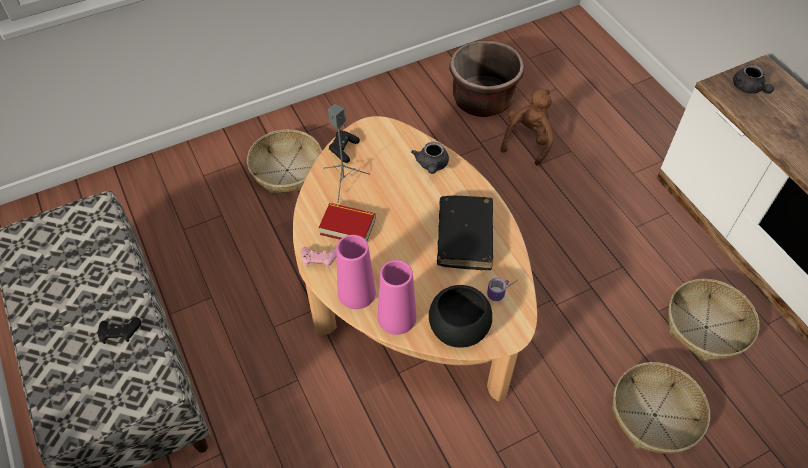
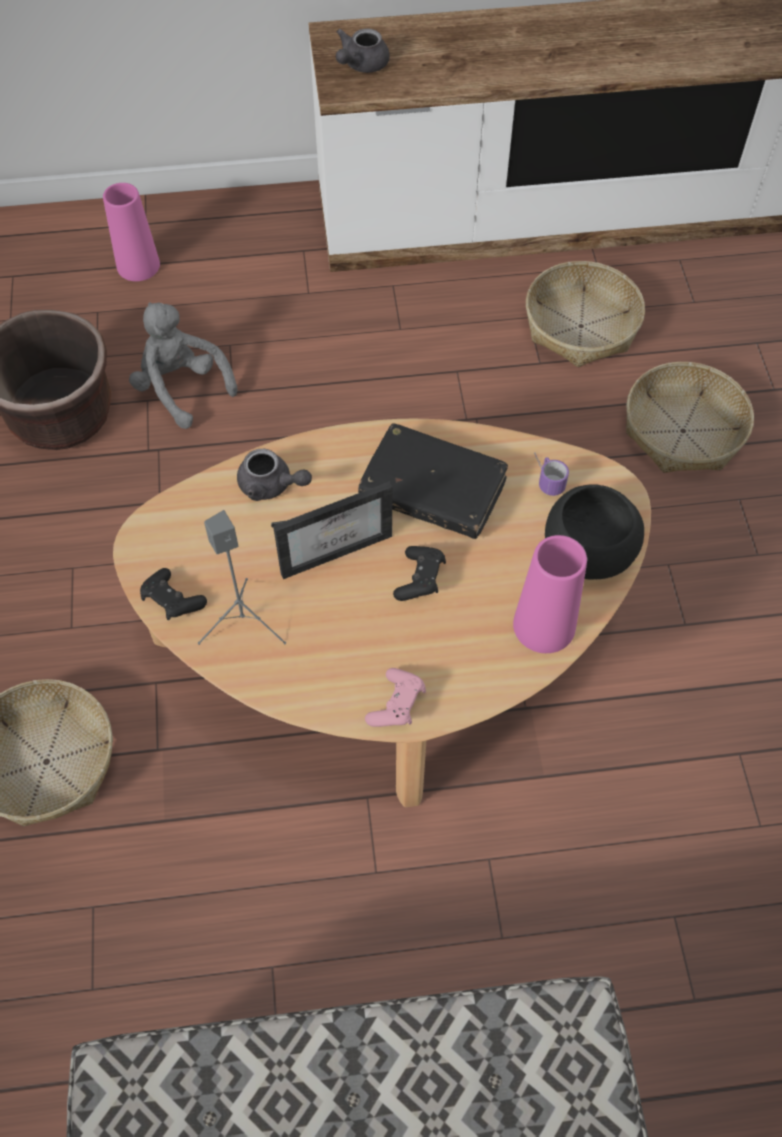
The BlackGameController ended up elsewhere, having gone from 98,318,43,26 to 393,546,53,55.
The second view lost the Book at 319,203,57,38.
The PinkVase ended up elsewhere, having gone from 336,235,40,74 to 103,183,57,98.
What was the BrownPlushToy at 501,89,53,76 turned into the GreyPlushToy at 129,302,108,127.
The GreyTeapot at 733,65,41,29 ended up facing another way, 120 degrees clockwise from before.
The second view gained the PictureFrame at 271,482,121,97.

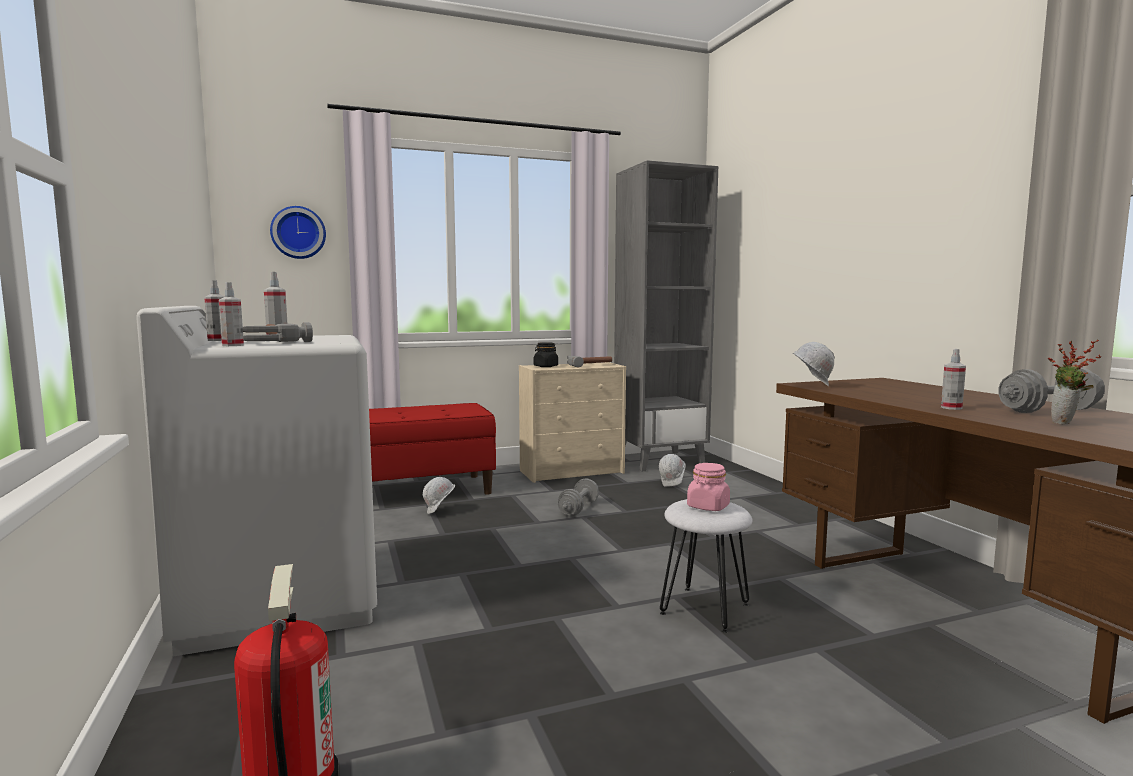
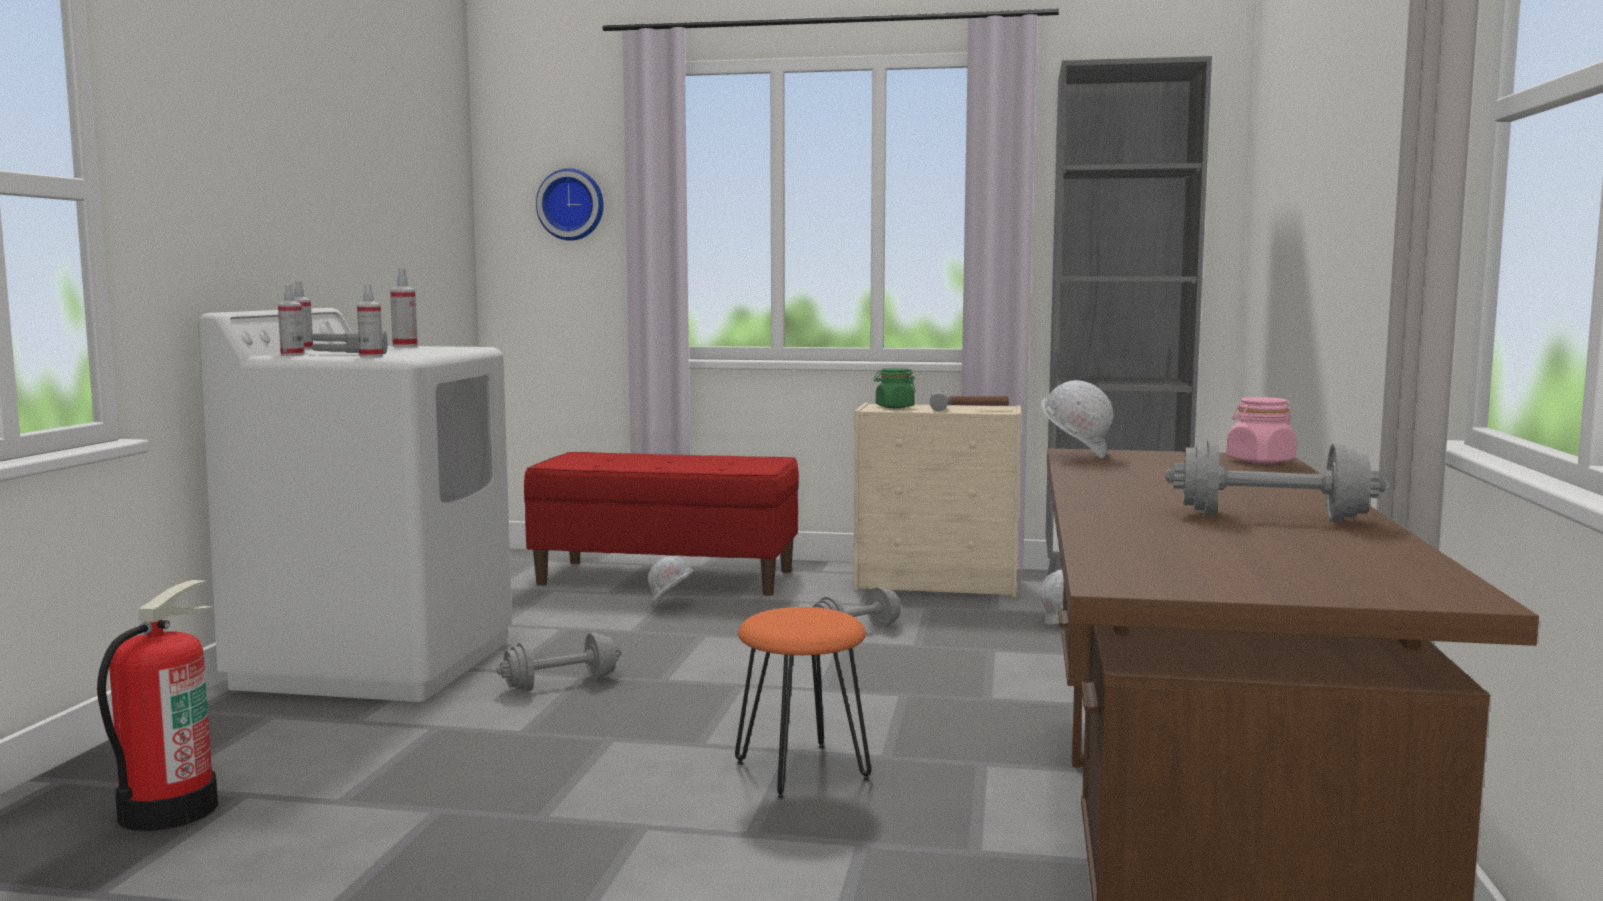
What was the BlackJar at 534,342,24,25 turned into the GreenJar at 874,368,42,40.
What was the WhiteStool at 660,499,92,134 turned into the OrangeStool at 735,607,136,193.
The PinkJar ended up elsewhere, having gone from 687,463,43,48 to 1226,397,71,67.
The SprayBottle ended up elsewhere, having gone from 941,349,25,61 to 357,285,26,72.
The second view lost the PottedPlant at 1048,340,54,84.
The second view gained the GreyDumbbell at 496,632,125,59.

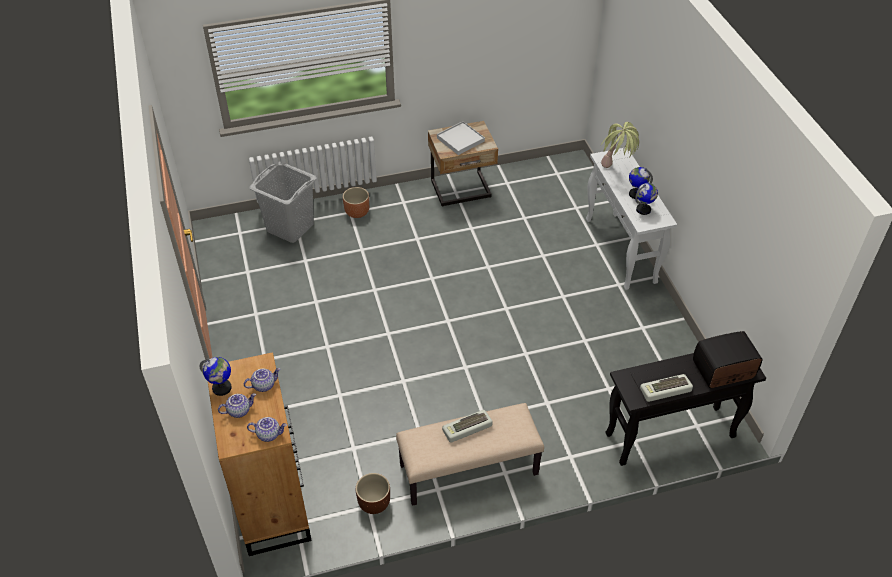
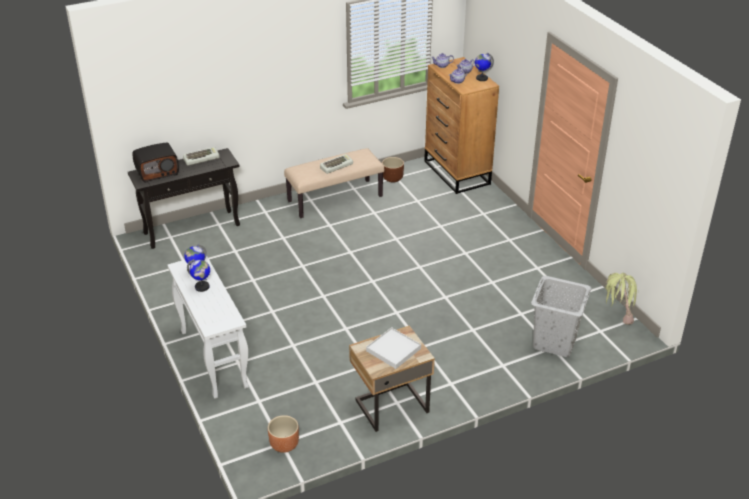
The BrownPlanter ended up elsewhere, having gone from 343,187,26,31 to 268,415,31,38.
The PottedPlant ended up elsewhere, having gone from 601,122,38,46 to 605,273,34,52.

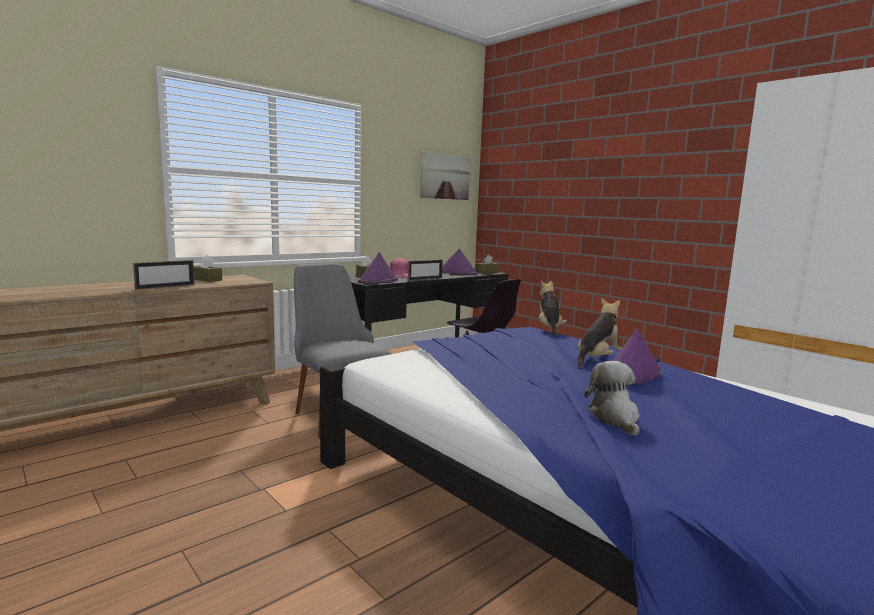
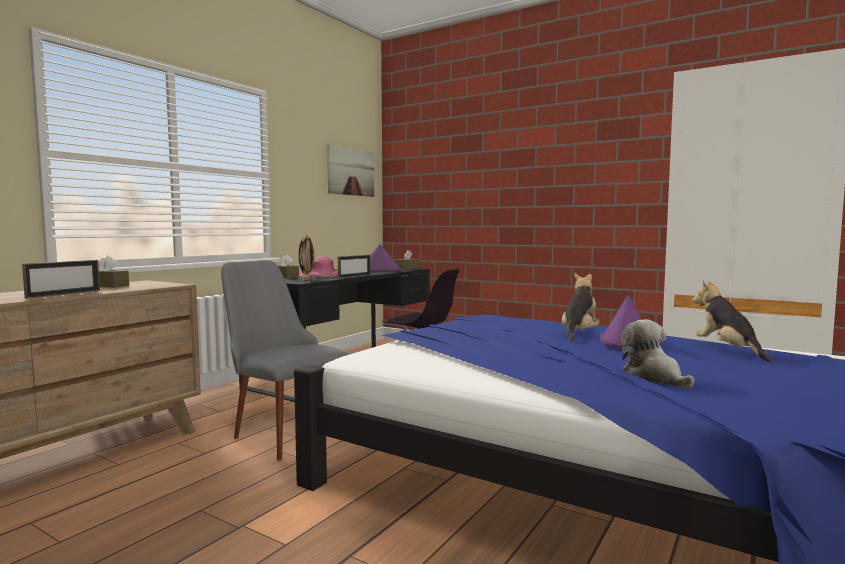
Where the PurpleHat stood at 358,252,40,31, the PictureFrame came to stand at 299,235,16,46.
The PlushToy ended up elsewhere, having gone from 539,280,28,58 to 692,280,81,82.

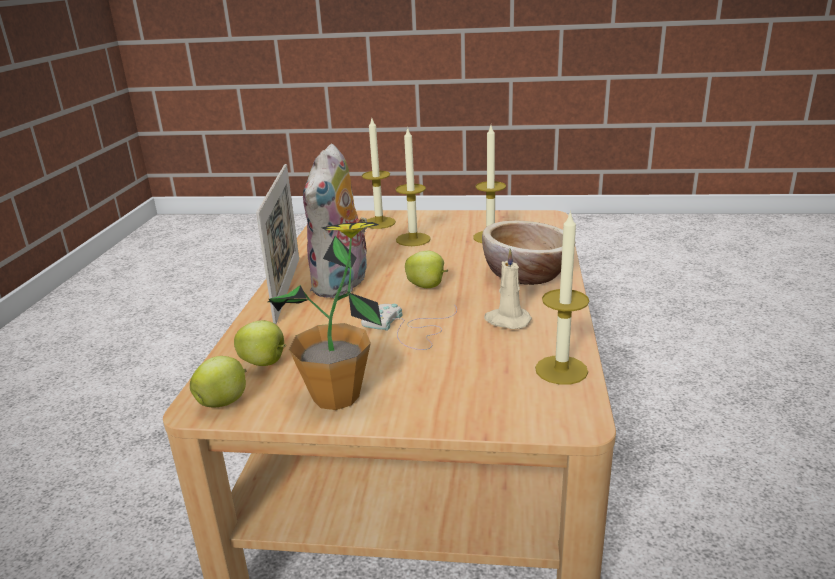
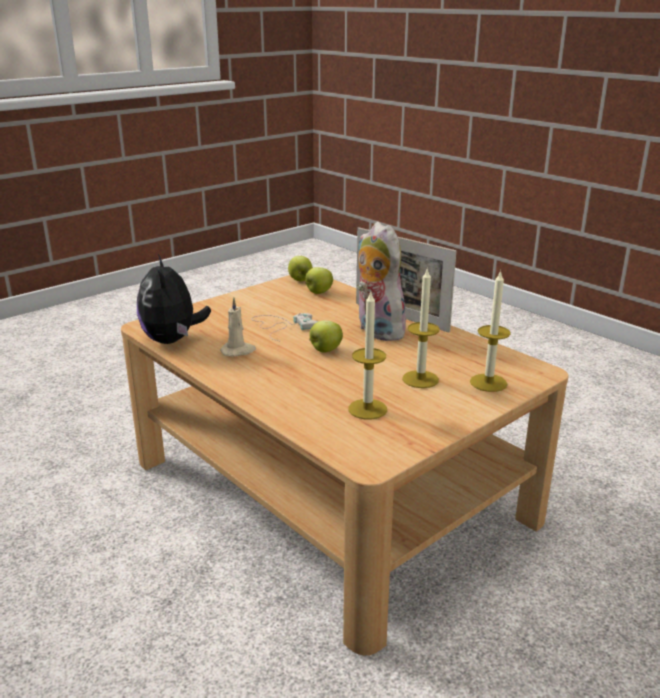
The second view lost the PottedPlant at 268,222,114,188.
The second view lost the Bowl at 482,221,81,64.
Where the Candle stood at 535,210,54,175, the PlushToy came to stand at 137,254,74,90.

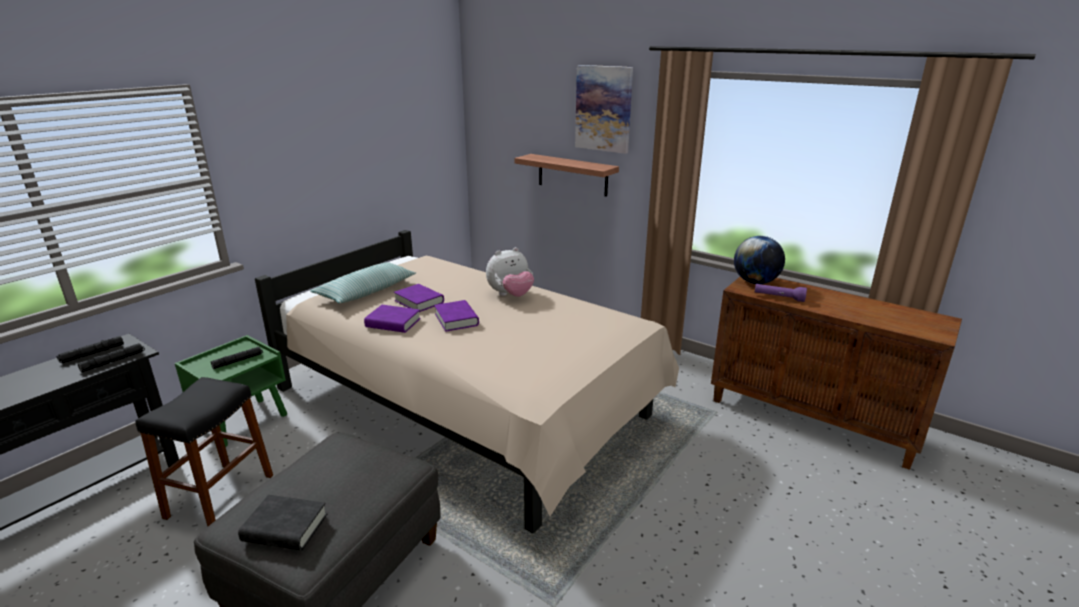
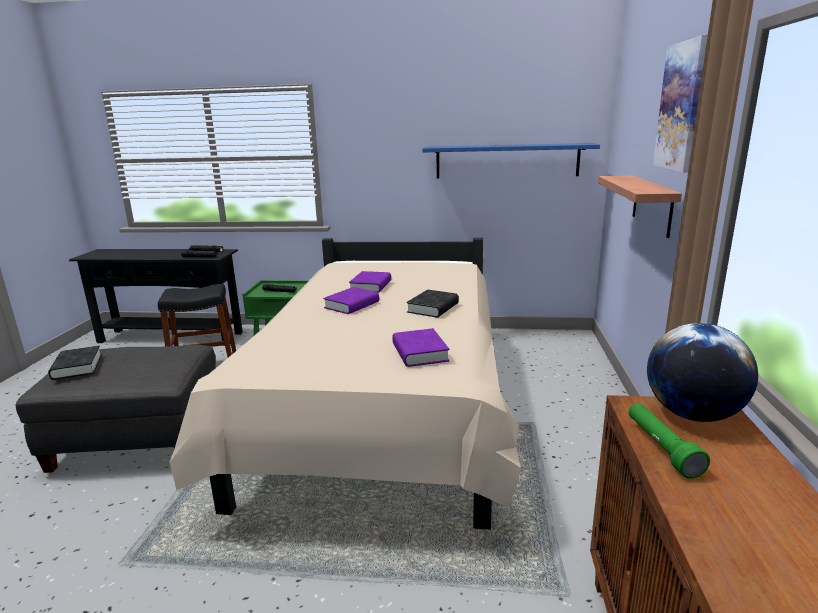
The second view lost the Pillow at 310,262,106,41.
The PurpleBook ended up elsewhere, having gone from 364,305,57,28 to 392,328,57,39.
Where the PlushToy stood at 486,247,48,50, the BlackBook came to stand at 407,289,52,28.
What was the PurpleFlashlight at 755,284,52,18 turned into the GreenFlashlight at 628,403,82,76.
The second view gained the BlueShelf at 422,143,178,35.

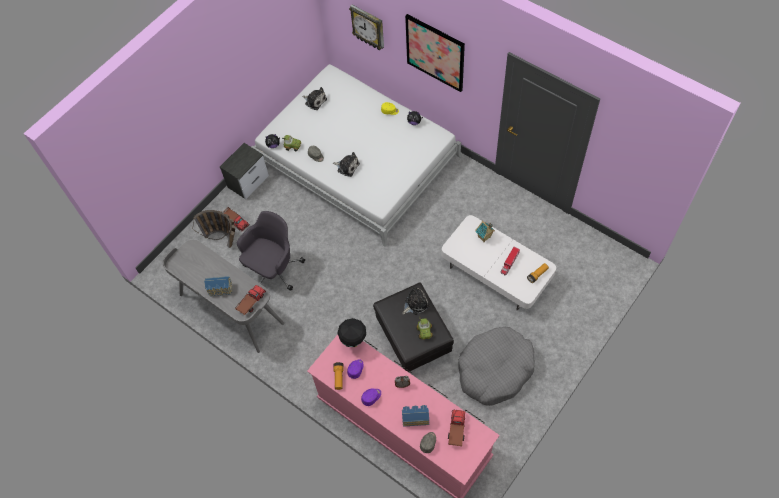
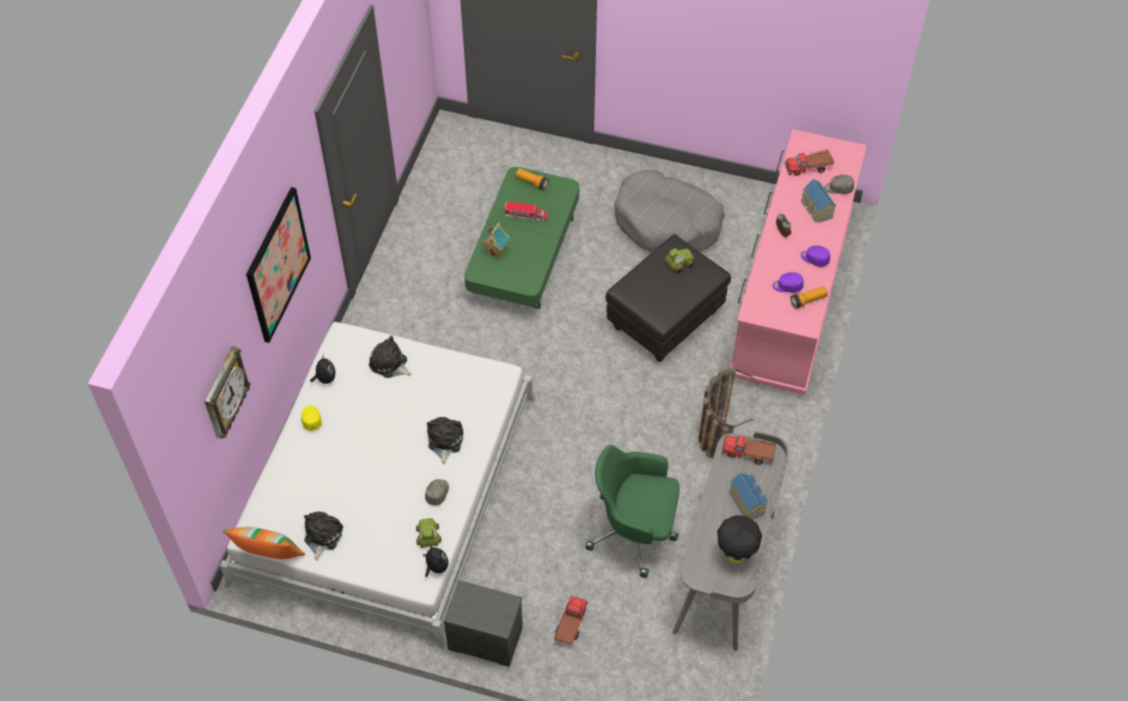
The Basket ended up elsewhere, having gone from 192,210,43,38 to 698,367,60,91.
What was the GreyOfficeChair at 237,211,68,80 turned into the GreenOfficeChair at 585,445,95,133.
The BlackTableLamp ended up elsewhere, having gone from 337,318,29,29 to 717,515,45,49.
The PlushToy ended up elsewhere, having gone from 402,287,28,28 to 369,336,43,42.
What was the WhiteCoffeeTable at 442,215,114,96 turned into the GreenCoffeeTable at 464,167,115,142.
The second view gained the Pillow at 222,527,83,32.

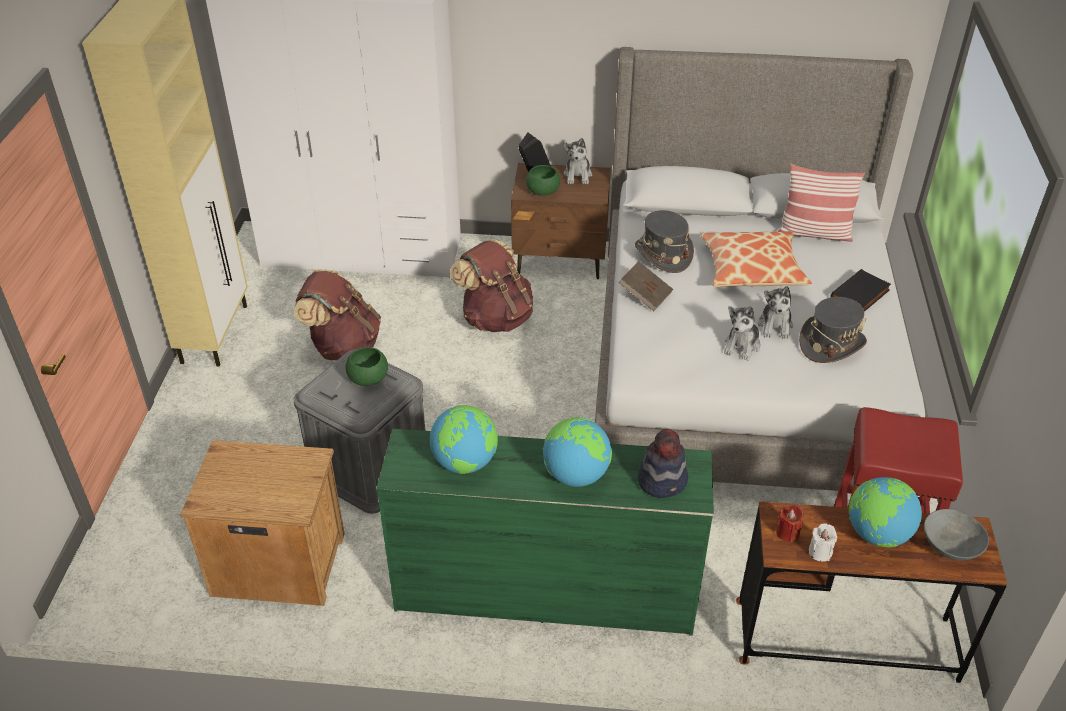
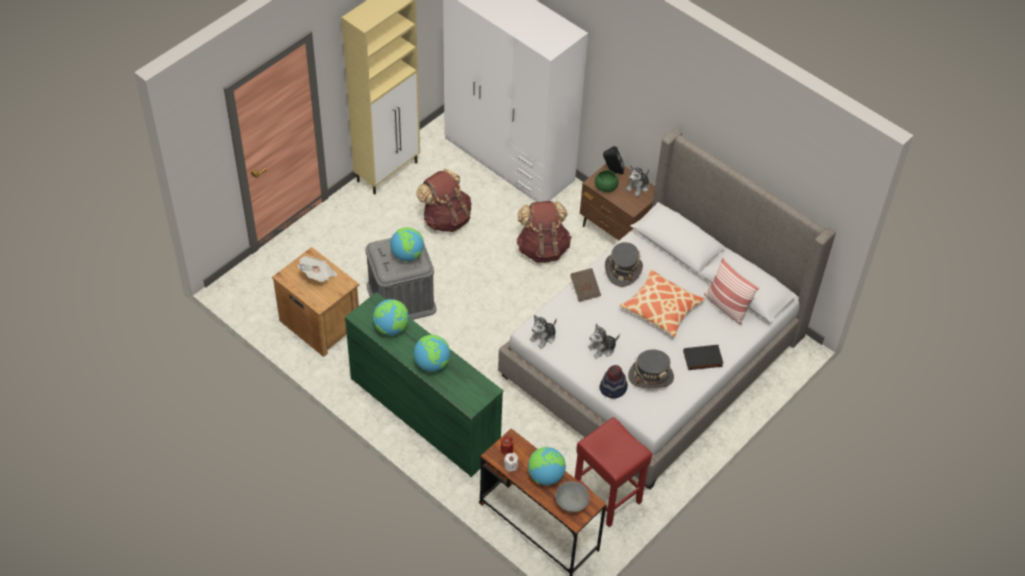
Where the GreenBowl stood at 346,347,42,39, the Globe came to stand at 390,227,34,34.
The Hat ended up elsewhere, having gone from 638,429,50,69 to 600,365,28,34.
The PlushToy ended up elsewhere, having gone from 758,286,35,53 to 530,315,27,34.
The second view gained the Newspaper at 298,256,39,26.

